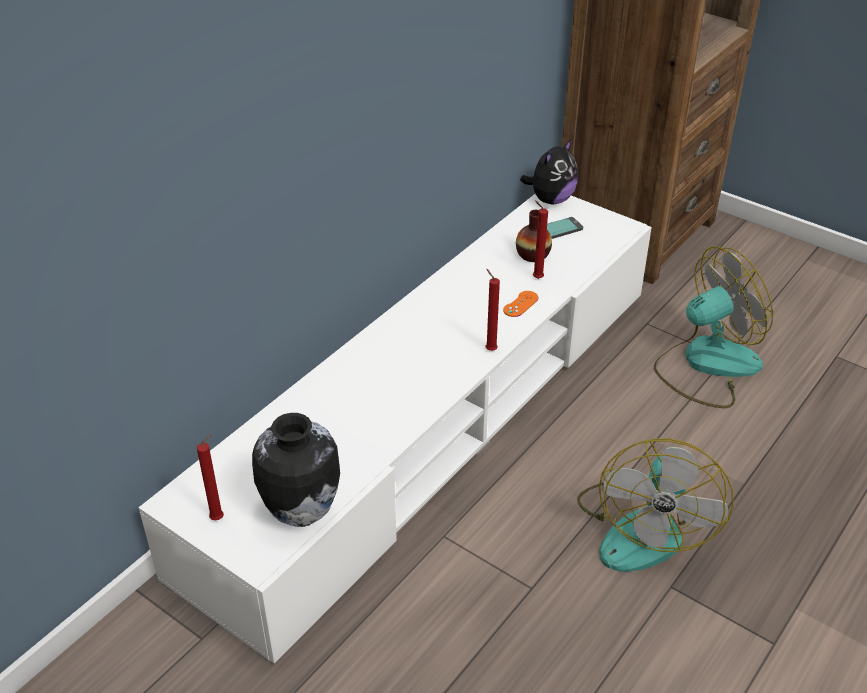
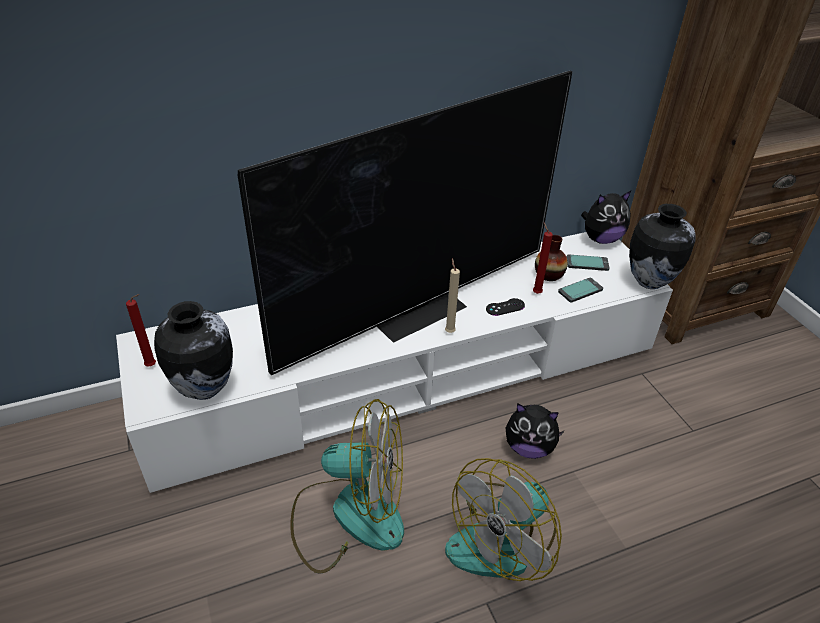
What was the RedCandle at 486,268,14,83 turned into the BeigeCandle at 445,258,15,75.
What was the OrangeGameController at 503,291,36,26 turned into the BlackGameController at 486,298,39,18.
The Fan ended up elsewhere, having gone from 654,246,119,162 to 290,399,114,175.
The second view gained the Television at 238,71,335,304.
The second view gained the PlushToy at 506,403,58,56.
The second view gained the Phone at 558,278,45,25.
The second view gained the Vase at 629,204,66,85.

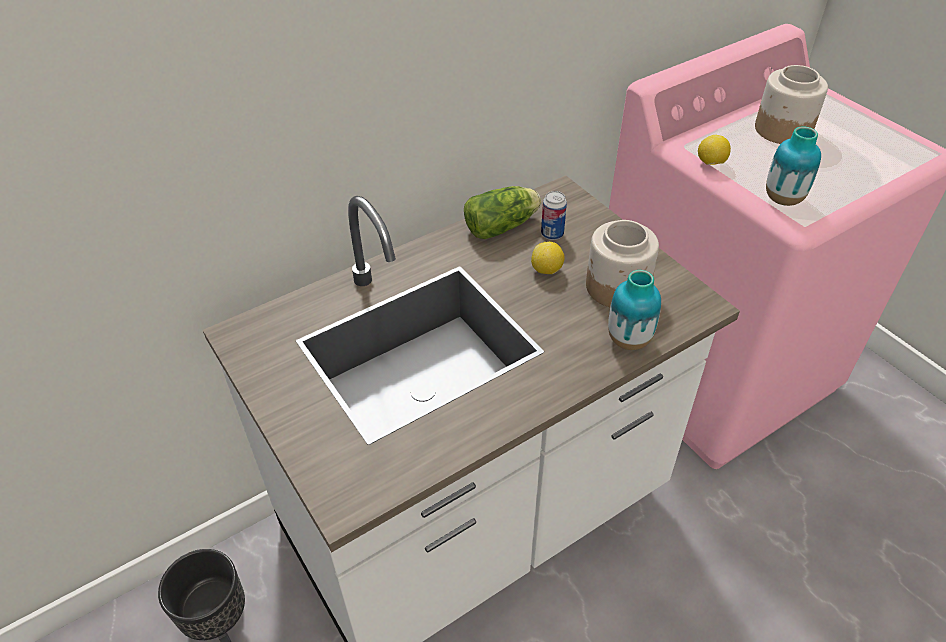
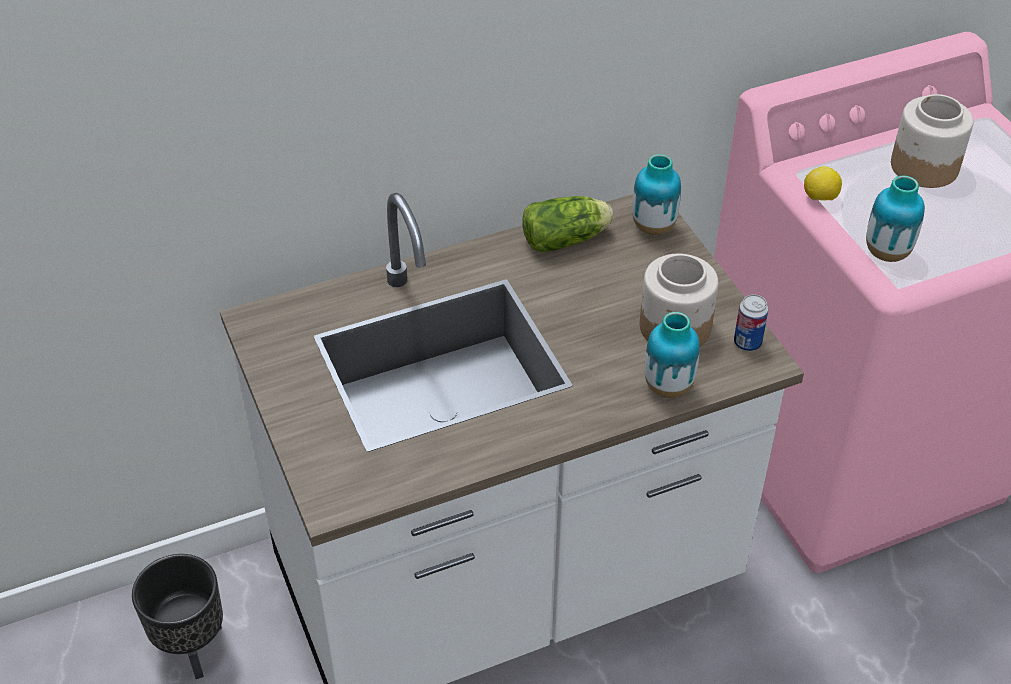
The second view lost the Lemon at 531,241,34,33.
The Can ended up elsewhere, having gone from 541,191,26,49 to 734,294,34,57.
The second view gained the Vase at 632,154,49,81.

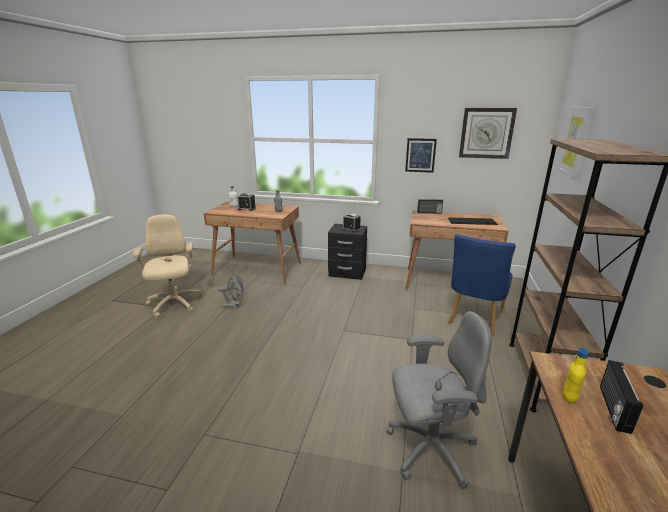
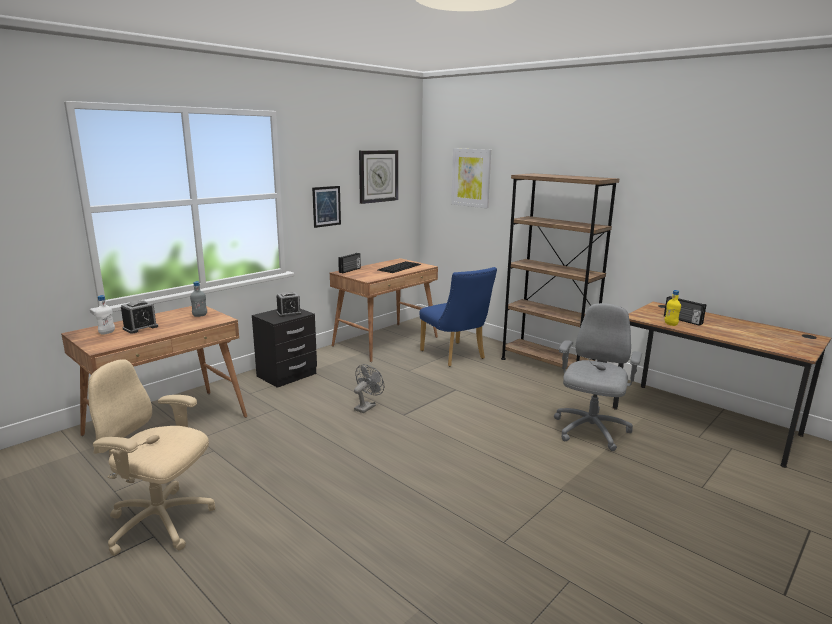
The GreyFan ended up elsewhere, having gone from 218,273,25,35 to 354,364,30,49.

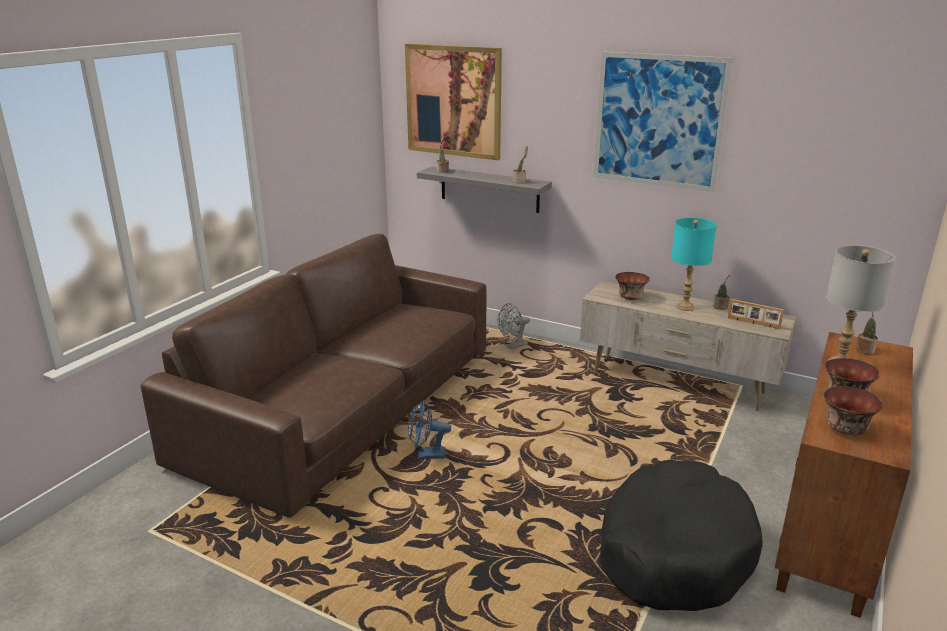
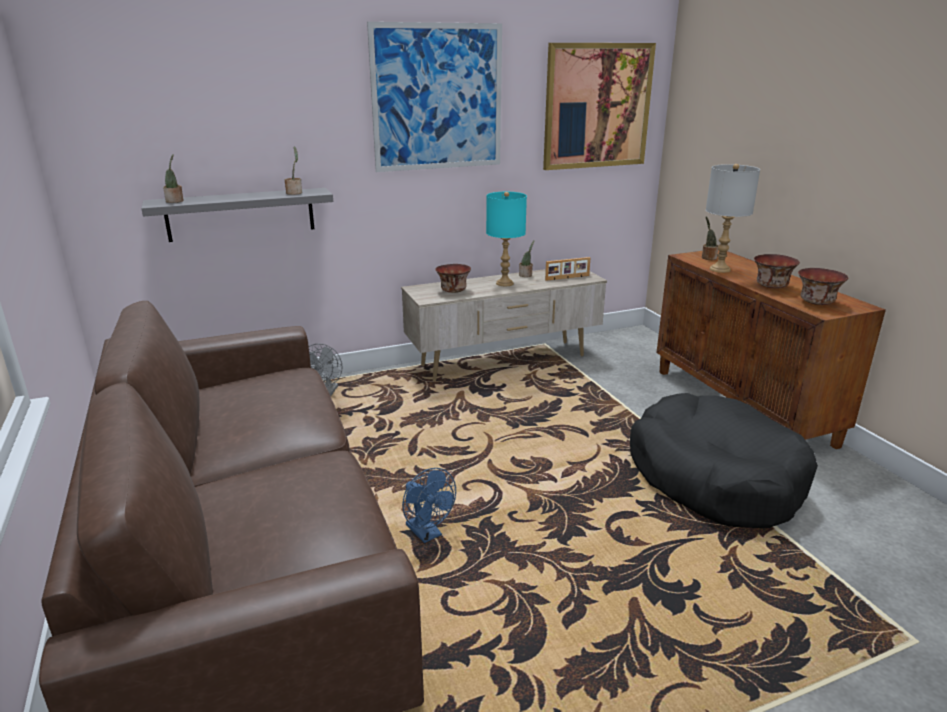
The Picture ended up elsewhere, having gone from 405,44,97,116 to 543,43,113,127.
The BlueFan at 408,401,43,58 ended up facing another way, 75 degrees counterclockwise from before.

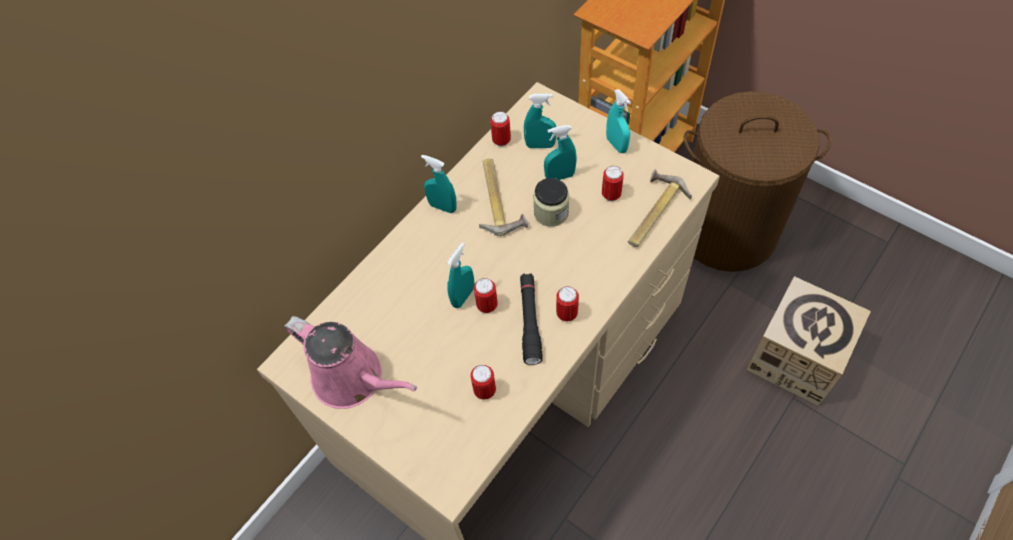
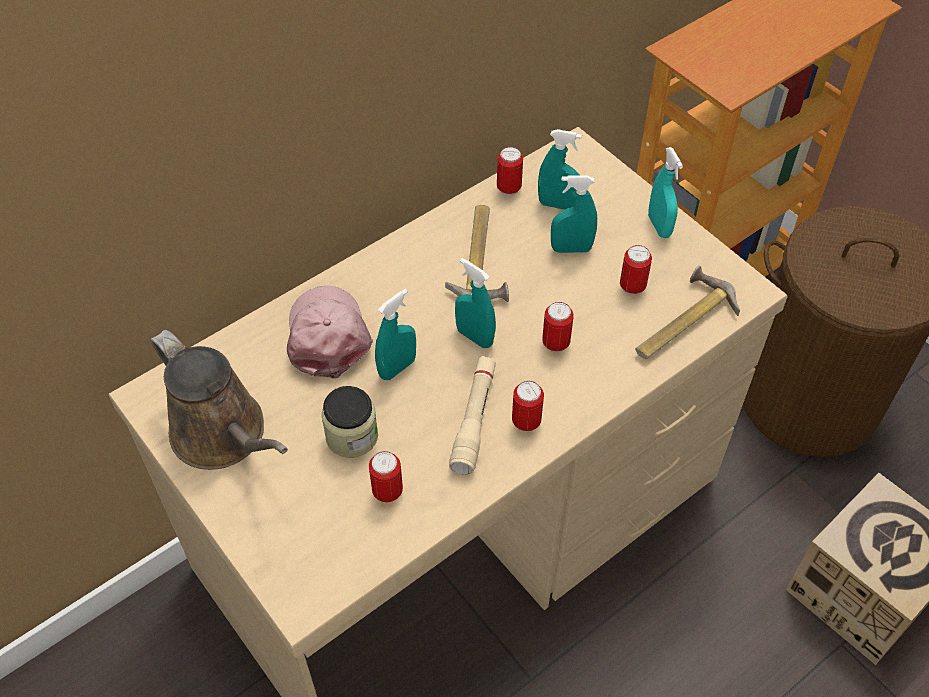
What was the PinkWateringCan at 284,316,133,93 turned into the BrownWateringCan at 150,330,138,140.
The TurquoiseSprayBottle ended up elsewhere, having gone from 421,155,36,58 to 455,258,41,90.
The Can ended up elsewhere, having gone from 474,278,24,35 to 542,302,32,50.
What was the BlackFlashlight at 520,273,23,92 turned into the BeigeFlashlight at 449,356,47,119.
The Jar ended up elsewhere, having gone from 533,178,36,49 to 322,386,56,72.
The second view gained the PinkCap at 287,286,86,93.

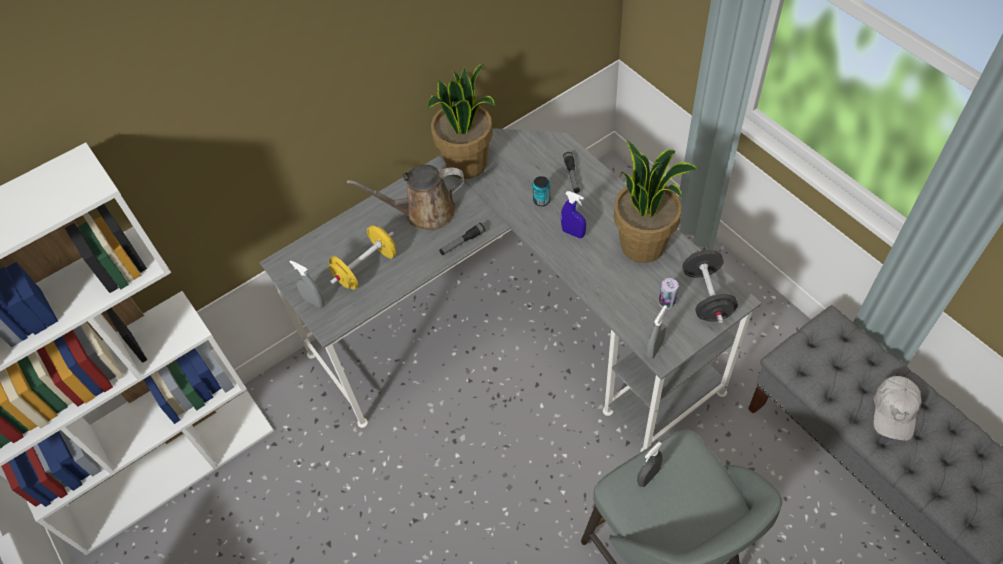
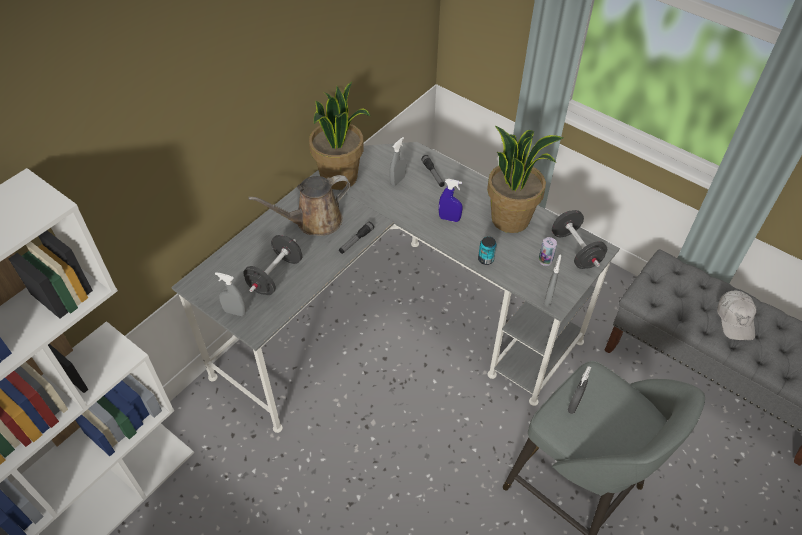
What was the YellowDumbbell at 329,226,67,64 turned into the BlackDumbbell at 243,235,59,60.
The Can ended up elsewhere, having gone from 533,176,17,30 to 478,236,19,29.
The second view gained the GreySprayBottle at 390,137,16,49.

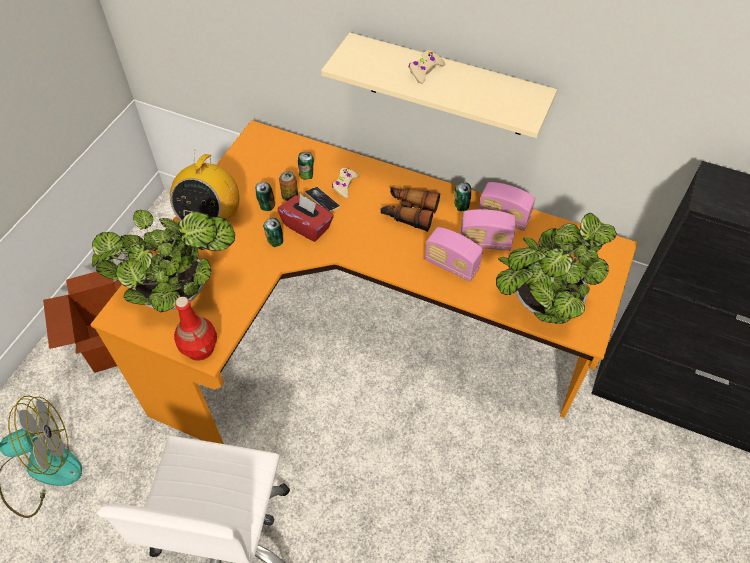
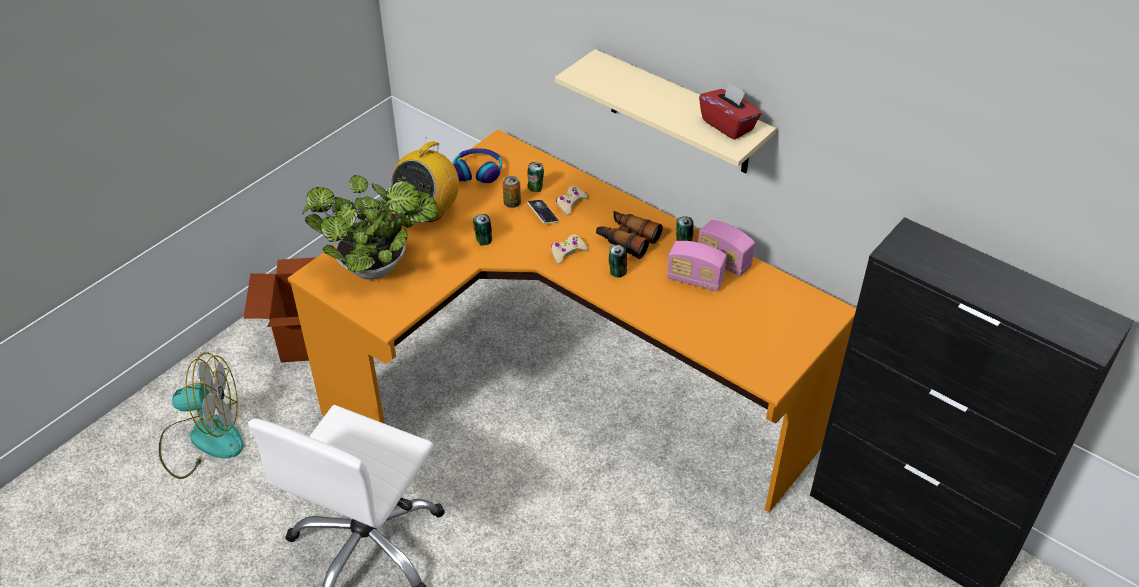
The second view lost the RedBottle at 174,297,43,64.
The Can ended up elsewhere, having gone from 255,182,20,29 to 609,245,18,33.
The RedTissueBox ended up elsewhere, having gone from 277,194,57,48 to 699,82,63,58.
The BeigeGameController ended up elsewhere, having gone from 408,50,37,34 to 551,235,37,29.
The second view lost the Radio at 425,227,58,55.
The second view lost the PottedPlant at 496,213,121,111.
The second view gained the Headphones at 453,148,49,35.

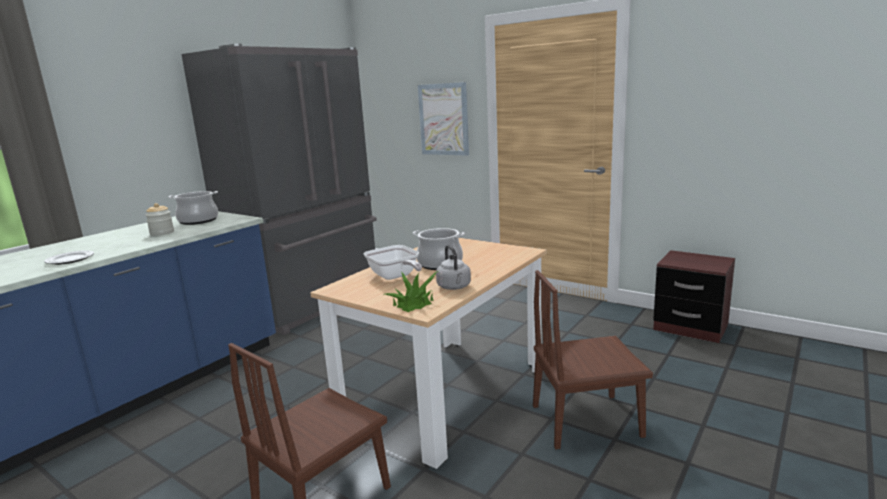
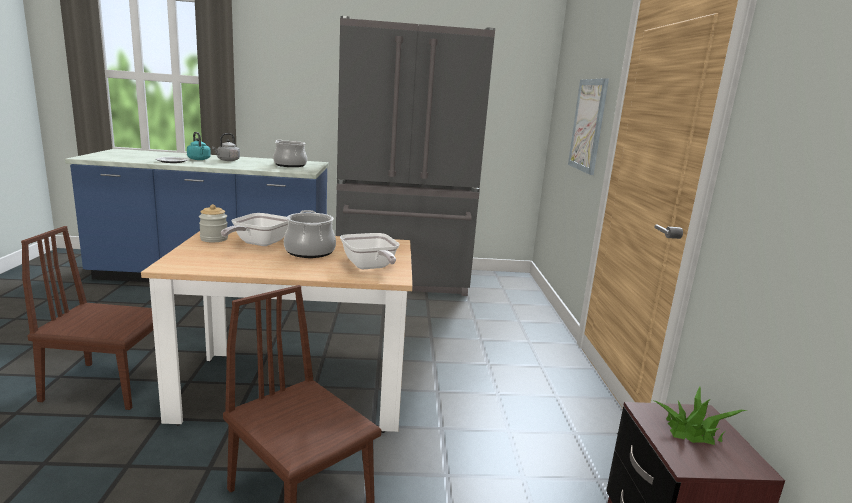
The Jar ended up elsewhere, having gone from 145,203,29,33 to 199,204,29,38.
The PottedPlant ended up elsewhere, having gone from 383,271,55,41 to 652,387,96,58.
The GreyKettle ended up elsewhere, having gone from 436,245,35,45 to 212,133,28,28.
The second view gained the TurquoiseKettle at 187,132,24,28.
The second view gained the FryingPan at 340,233,60,36.

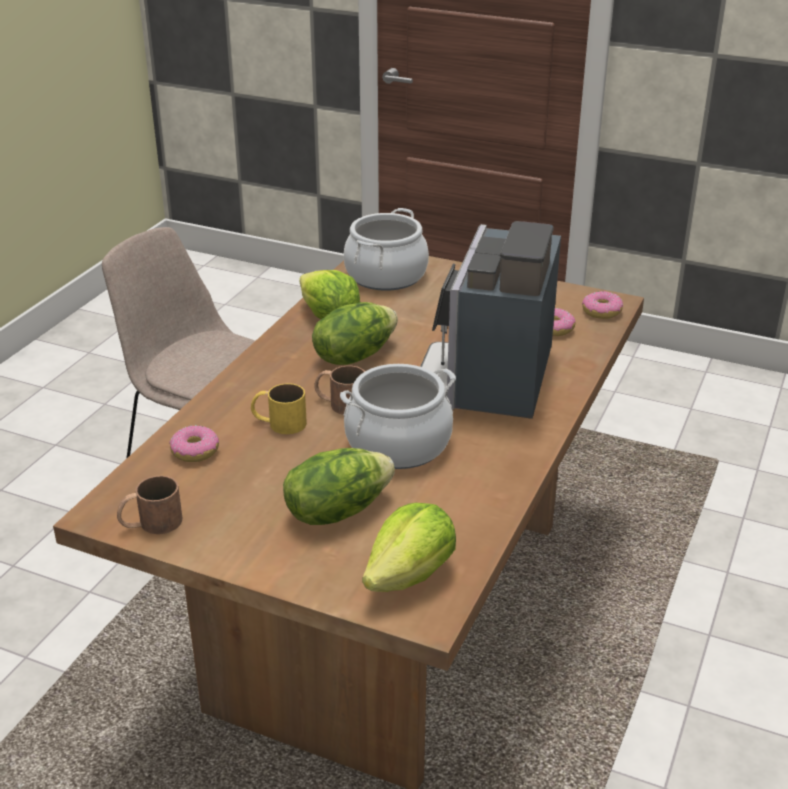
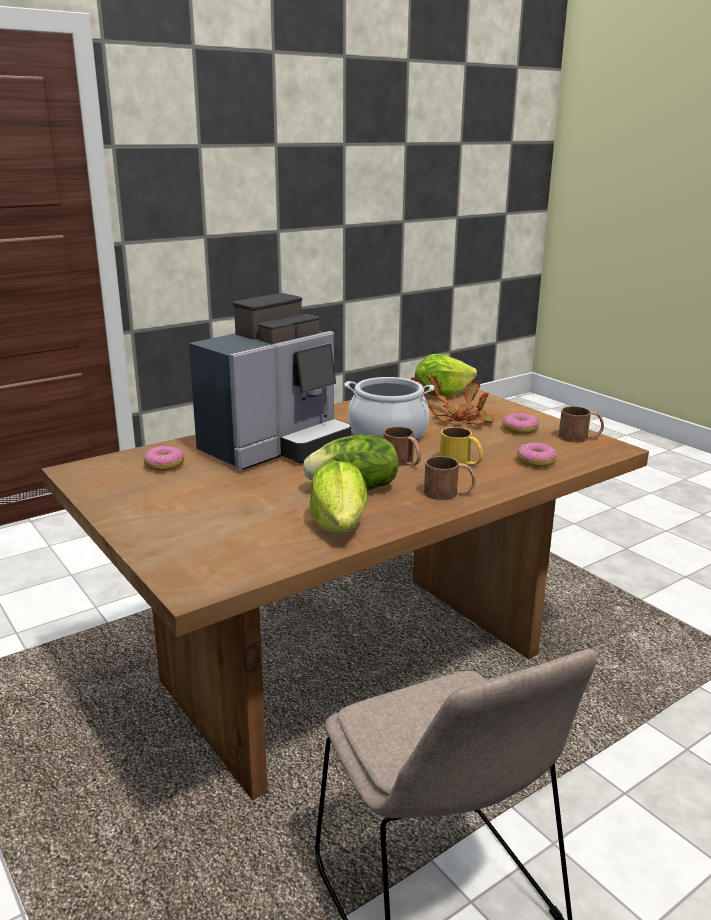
Where the Lettuce stood at 283,448,112,77, the PottedPlant came to stand at 411,376,83,49.
The second view lost the CookingPot at 344,208,85,83.
The Donut ended up elsewhere, having gone from 582,291,41,28 to 502,413,37,21.
The second view gained the BrownMug at 424,456,52,44.

